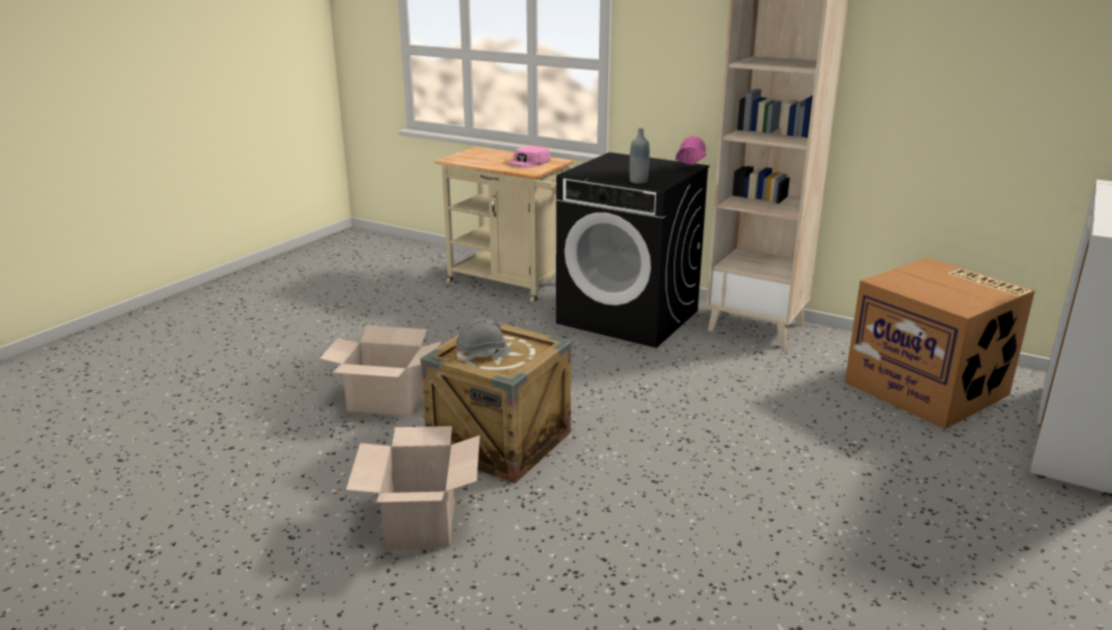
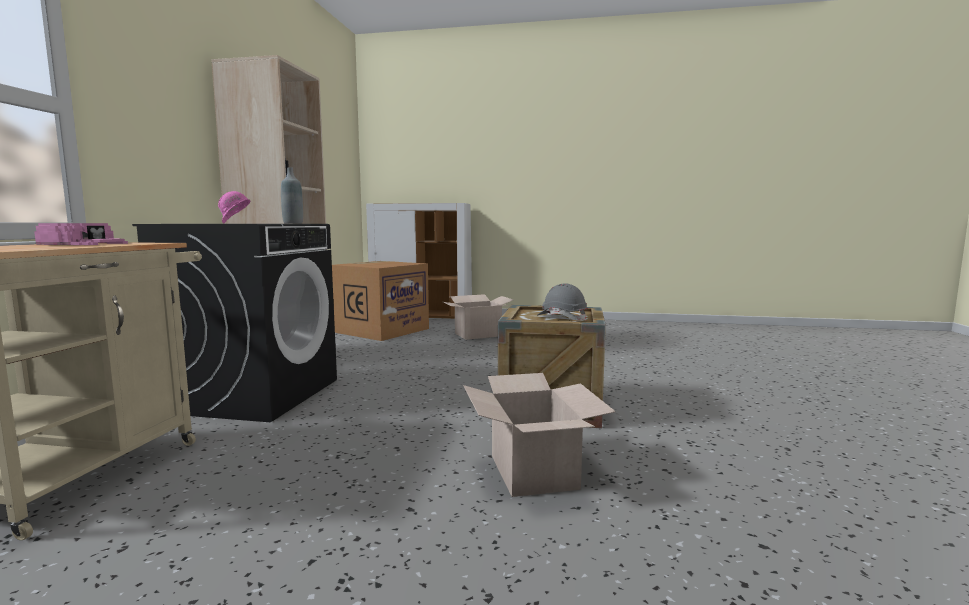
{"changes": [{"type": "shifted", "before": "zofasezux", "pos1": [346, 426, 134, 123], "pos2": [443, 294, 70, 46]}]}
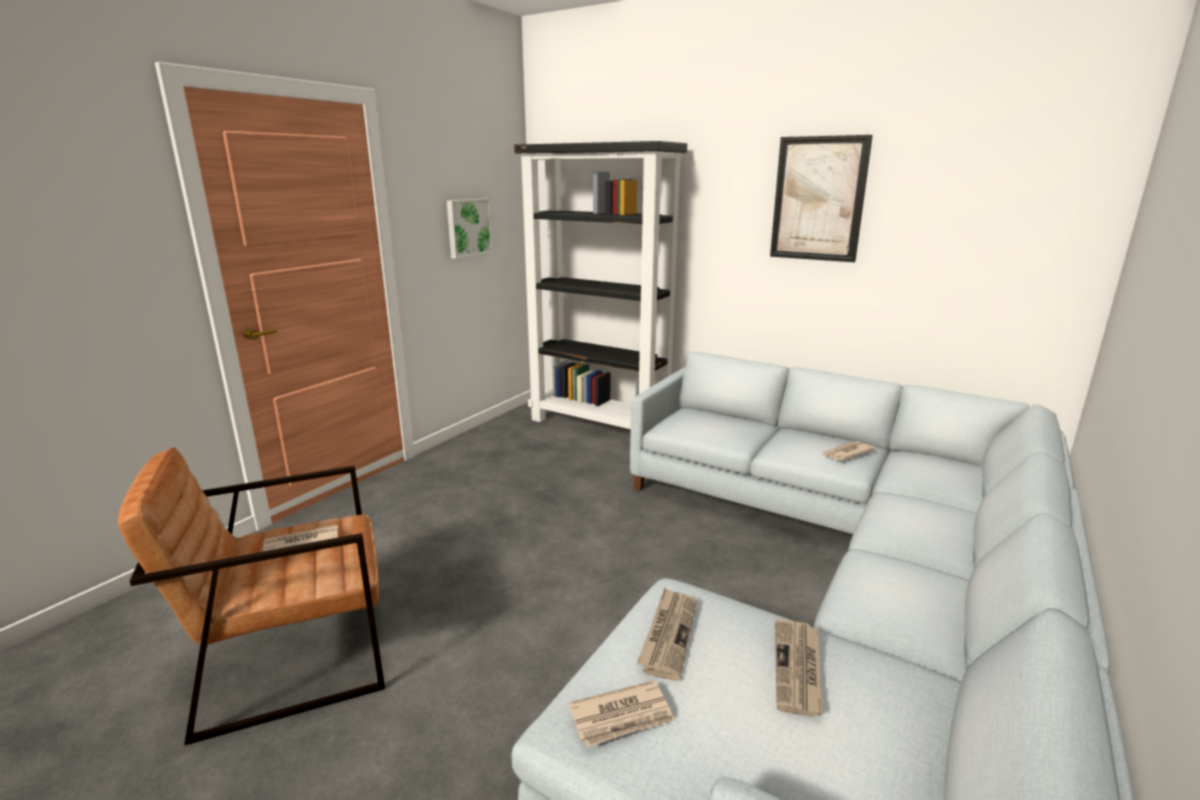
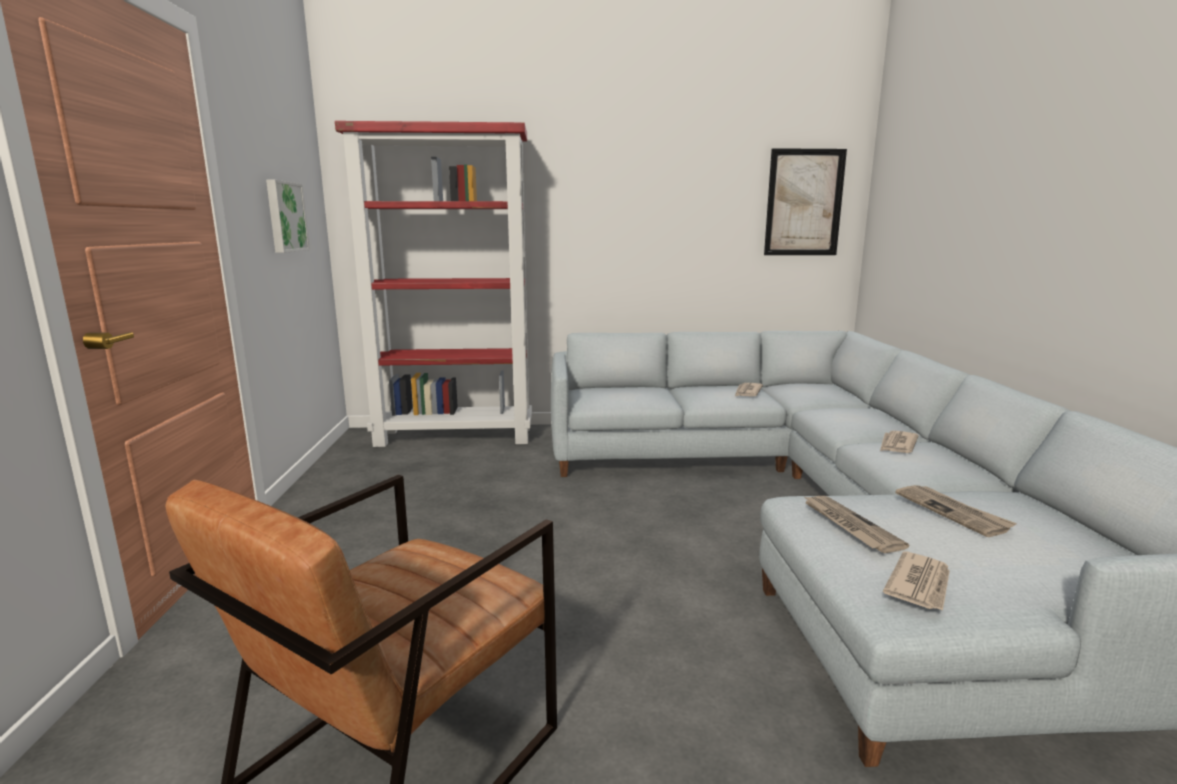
{"changes": [{"type": "shifted", "before": "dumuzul", "pos1": [263, 525, 75, 27], "pos2": [880, 431, 39, 22]}, {"type": "repainted", "before": "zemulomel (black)", "after": "zemulomel (red)", "pos1": [514, 141, 173, 288], "pos2": [335, 121, 197, 326]}, {"type": "shifted", "before": "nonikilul", "pos1": [770, 135, 103, 127], "pos2": [764, 148, 83, 107]}]}
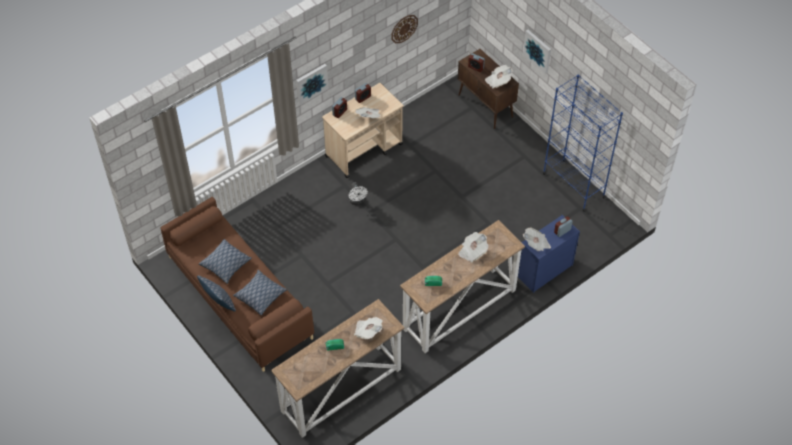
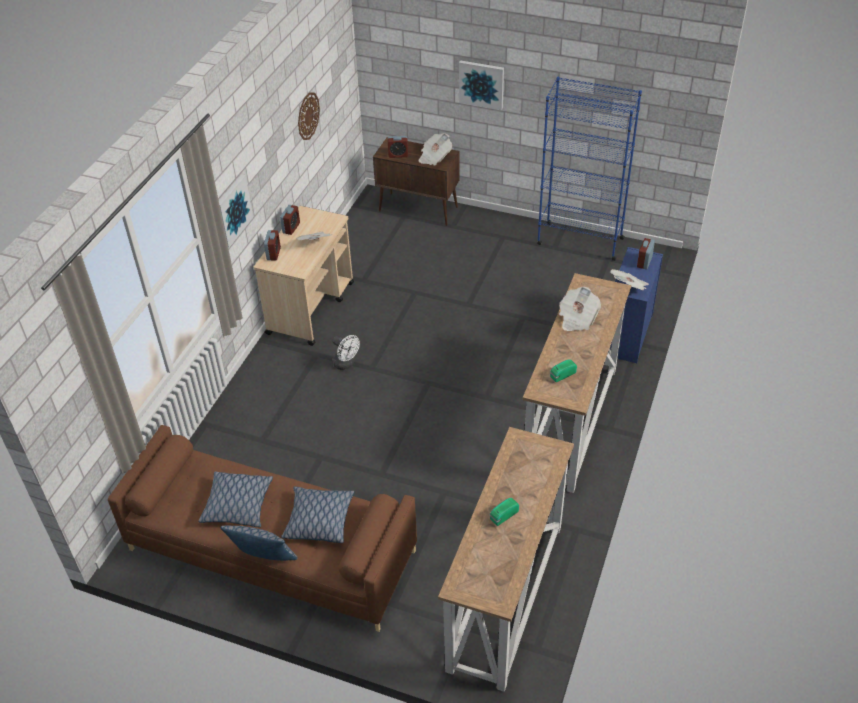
{"changes": [{"type": "gone", "before": "dumuzul", "pos1": [354, 317, 29, 22]}]}
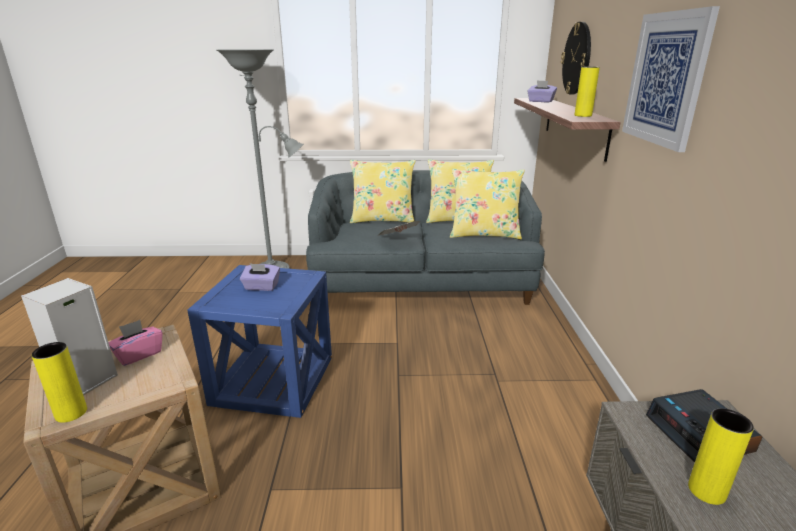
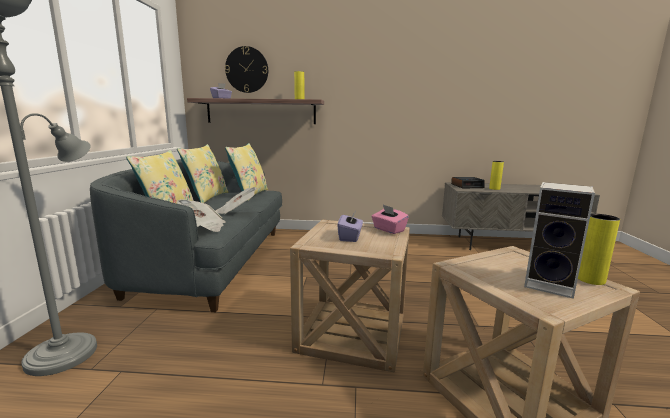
{"changes": [{"type": "shifted", "before": "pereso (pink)", "pos1": [108, 320, 54, 46], "pos2": [372, 205, 37, 29]}, {"type": "repainted", "before": "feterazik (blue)", "after": "feterazik (beige)", "pos1": [187, 265, 145, 153], "pos2": [290, 220, 120, 152]}, {"type": "gone", "before": "nonikilul", "pos1": [622, 6, 98, 146]}, {"type": "new", "after": "dumuzul", "pos2": [177, 199, 49, 33]}]}
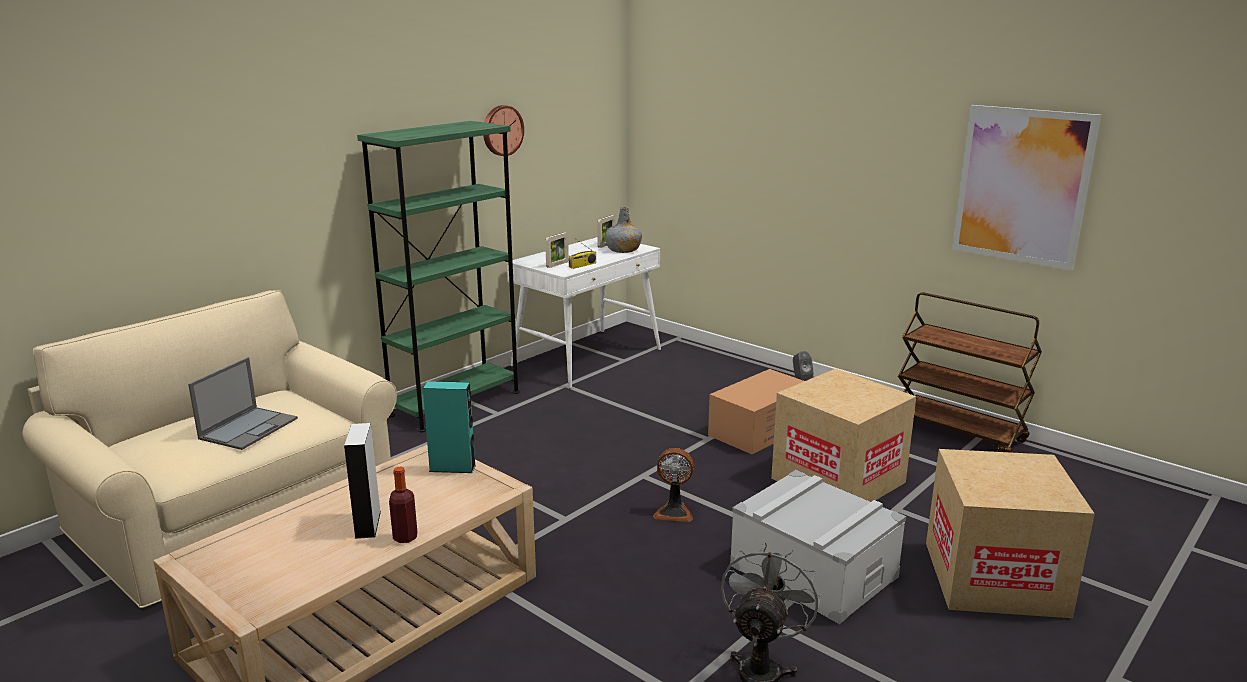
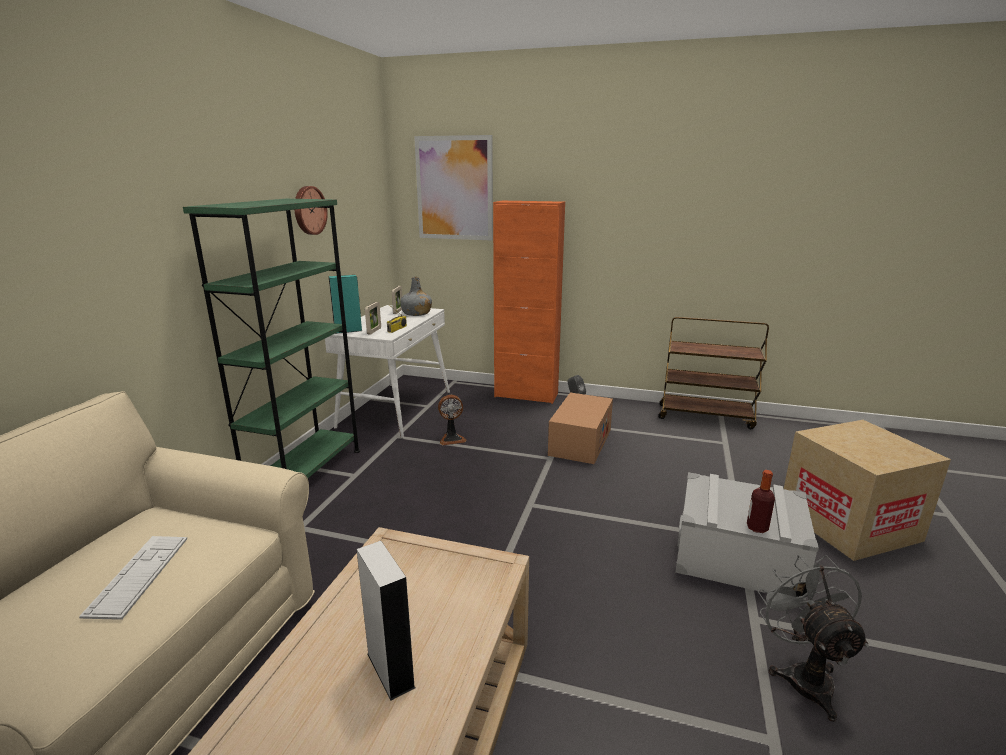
{"changes": [{"type": "swapped", "before": "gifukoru", "after": "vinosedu", "pos1": [188, 357, 110, 93], "pos2": [79, 536, 108, 84]}, {"type": "shifted", "before": "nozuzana", "pos1": [389, 467, 29, 76], "pos2": [747, 470, 28, 63]}, {"type": "shifted", "before": "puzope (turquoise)", "pos1": [423, 381, 53, 92], "pos2": [329, 275, 33, 59]}, {"type": "shifted", "before": "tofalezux", "pos1": [653, 448, 41, 74], "pos2": [438, 395, 29, 50]}, {"type": "gone", "before": "zofasezux", "pos1": [771, 369, 145, 133]}, {"type": "shifted", "before": "nonikilul", "pos1": [952, 105, 149, 166], "pos2": [414, 135, 79, 105]}, {"type": "new", "after": "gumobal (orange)", "pos2": [493, 200, 72, 204]}]}
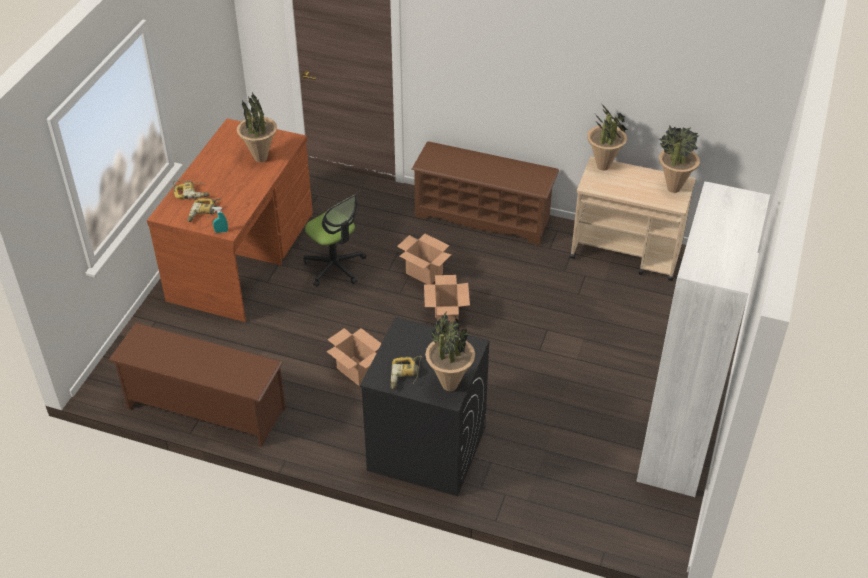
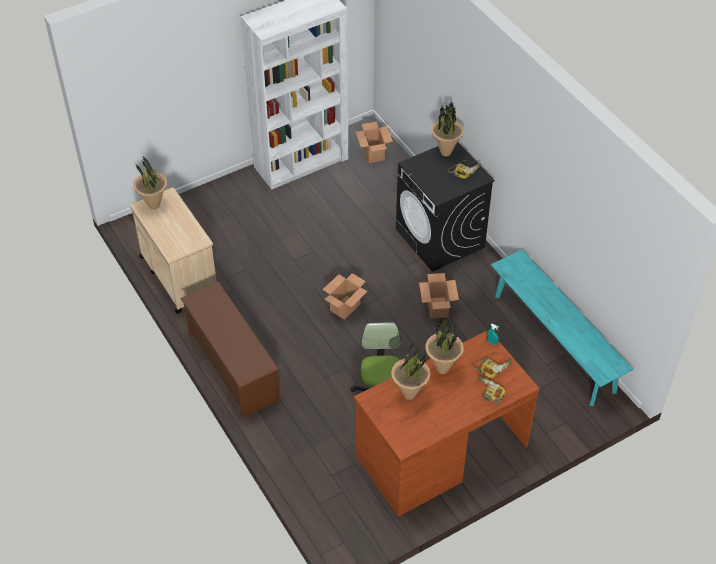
{"changes": [{"type": "swapped", "before": "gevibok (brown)", "after": "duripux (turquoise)", "pos1": [108, 323, 178, 124], "pos2": [491, 250, 142, 156]}, {"type": "shifted", "before": "zofasezux", "pos1": [397, 234, 54, 51], "pos2": [356, 122, 37, 41]}, {"type": "shifted", "before": "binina", "pos1": [587, 102, 41, 68], "pos2": [425, 316, 39, 58]}]}
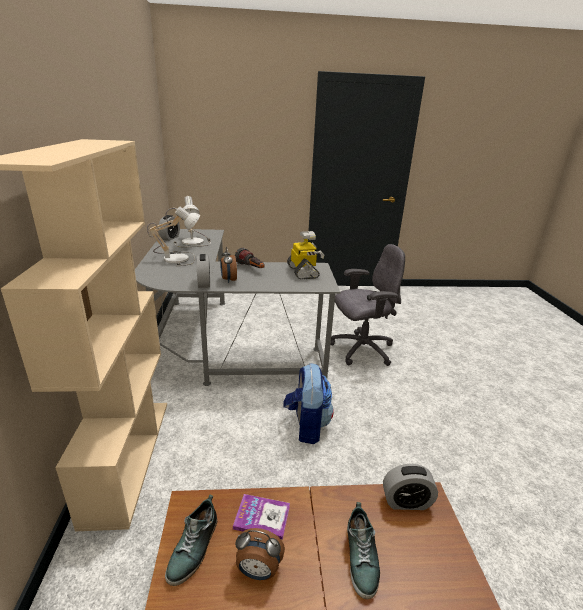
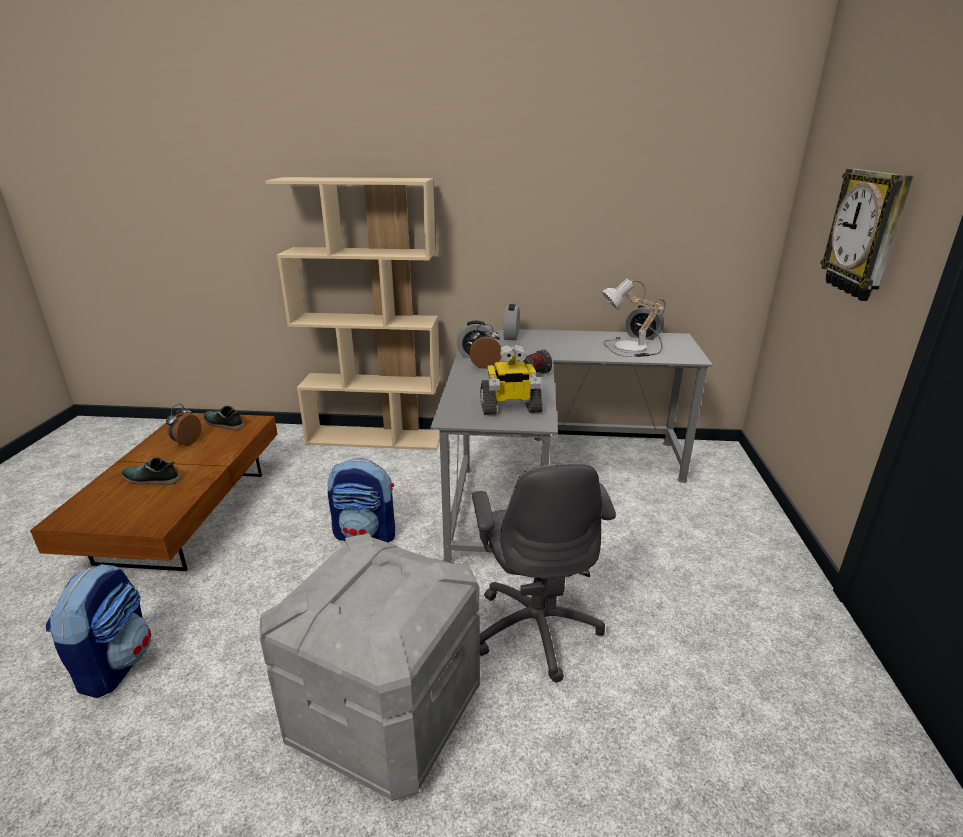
{"changes": [{"type": "gone", "before": "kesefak", "pos1": [147, 206, 53, 61]}, {"type": "gone", "before": "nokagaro", "pos1": [233, 494, 57, 46]}, {"type": "shifted", "before": "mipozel", "pos1": [383, 464, 55, 46], "pos2": [503, 304, 17, 36]}, {"type": "new", "after": "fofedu", "pos2": [46, 564, 105, 134]}, {"type": "new", "after": "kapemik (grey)", "pos2": [260, 533, 220, 268]}, {"type": "new", "after": "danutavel", "pos2": [820, 169, 93, 132]}]}
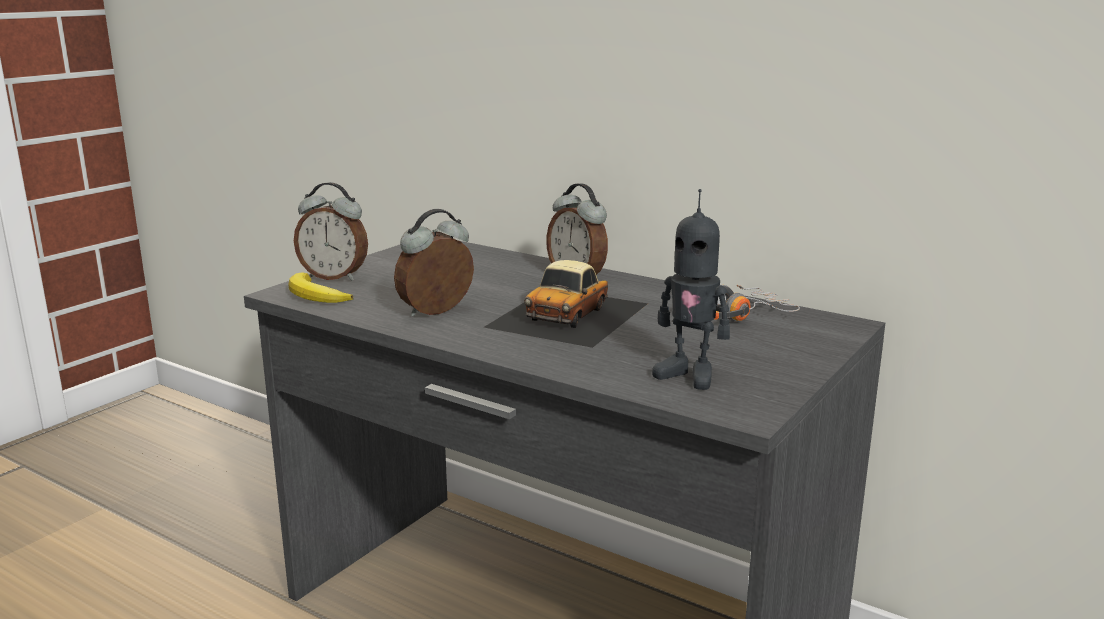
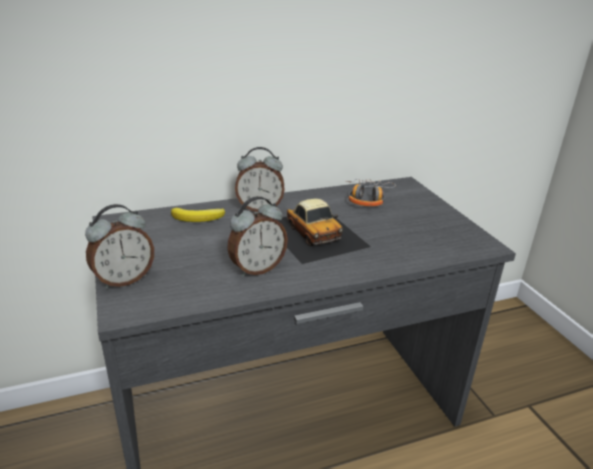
{"changes": [{"type": "shifted", "before": "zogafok", "pos1": [289, 272, 64, 31], "pos2": [171, 208, 54, 14]}, {"type": "rotated", "before": "mipozel", "pos1": [394, 209, 80, 108], "pos2": [227, 196, 61, 81], "turn": -120}, {"type": "gone", "before": "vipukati", "pos1": [652, 189, 78, 201]}]}
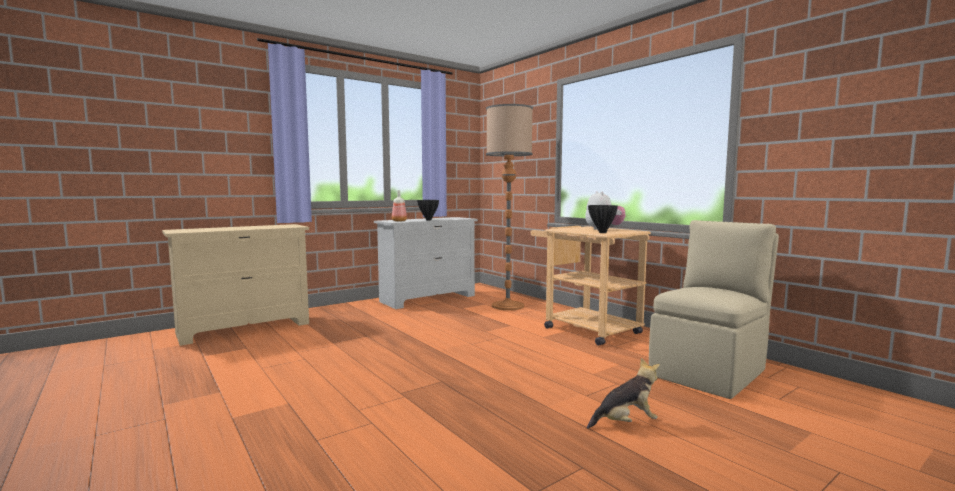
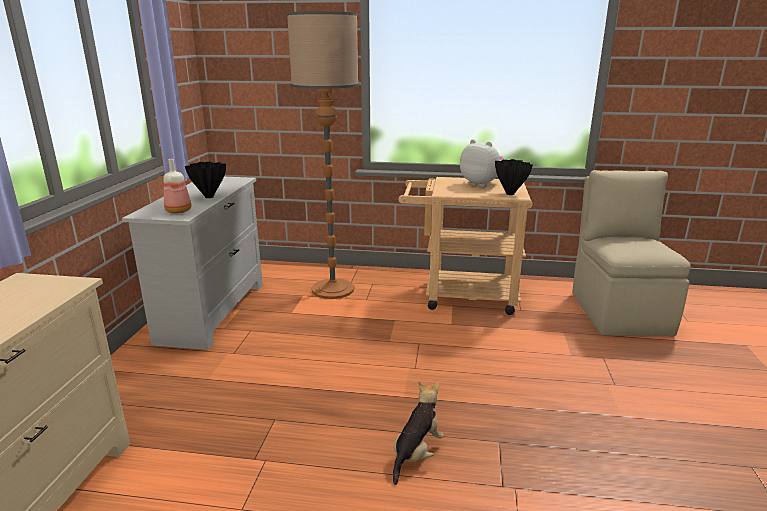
{"changes": [{"type": "shifted", "before": "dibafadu", "pos1": [587, 358, 73, 71], "pos2": [393, 382, 51, 103]}]}
